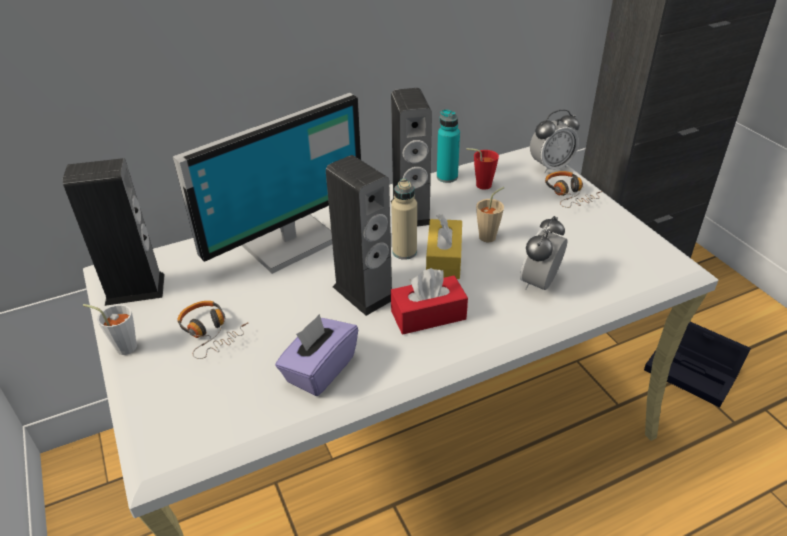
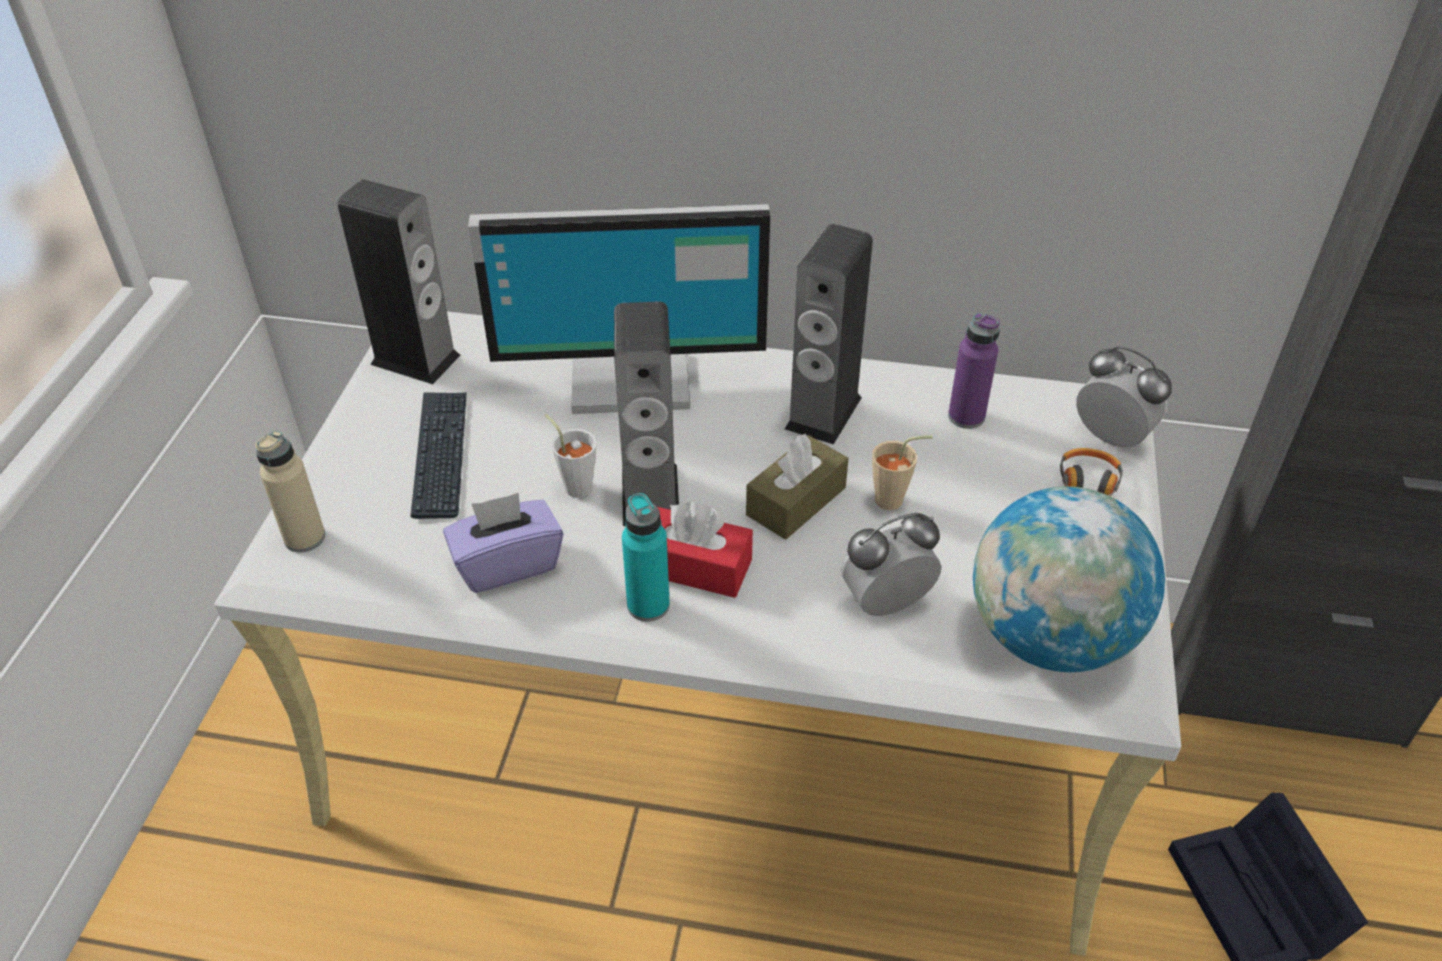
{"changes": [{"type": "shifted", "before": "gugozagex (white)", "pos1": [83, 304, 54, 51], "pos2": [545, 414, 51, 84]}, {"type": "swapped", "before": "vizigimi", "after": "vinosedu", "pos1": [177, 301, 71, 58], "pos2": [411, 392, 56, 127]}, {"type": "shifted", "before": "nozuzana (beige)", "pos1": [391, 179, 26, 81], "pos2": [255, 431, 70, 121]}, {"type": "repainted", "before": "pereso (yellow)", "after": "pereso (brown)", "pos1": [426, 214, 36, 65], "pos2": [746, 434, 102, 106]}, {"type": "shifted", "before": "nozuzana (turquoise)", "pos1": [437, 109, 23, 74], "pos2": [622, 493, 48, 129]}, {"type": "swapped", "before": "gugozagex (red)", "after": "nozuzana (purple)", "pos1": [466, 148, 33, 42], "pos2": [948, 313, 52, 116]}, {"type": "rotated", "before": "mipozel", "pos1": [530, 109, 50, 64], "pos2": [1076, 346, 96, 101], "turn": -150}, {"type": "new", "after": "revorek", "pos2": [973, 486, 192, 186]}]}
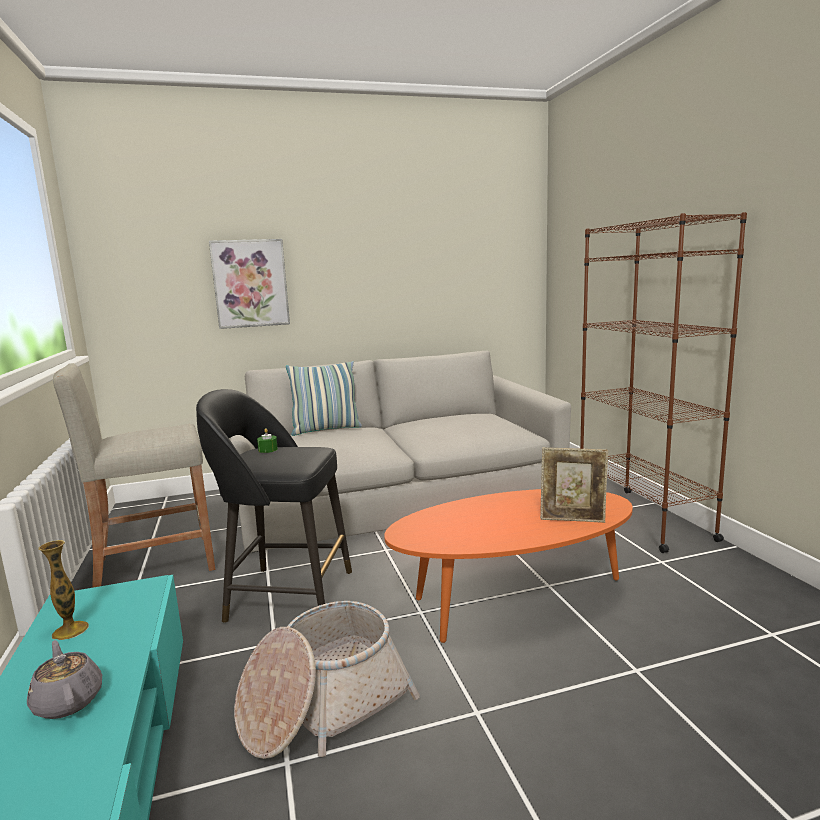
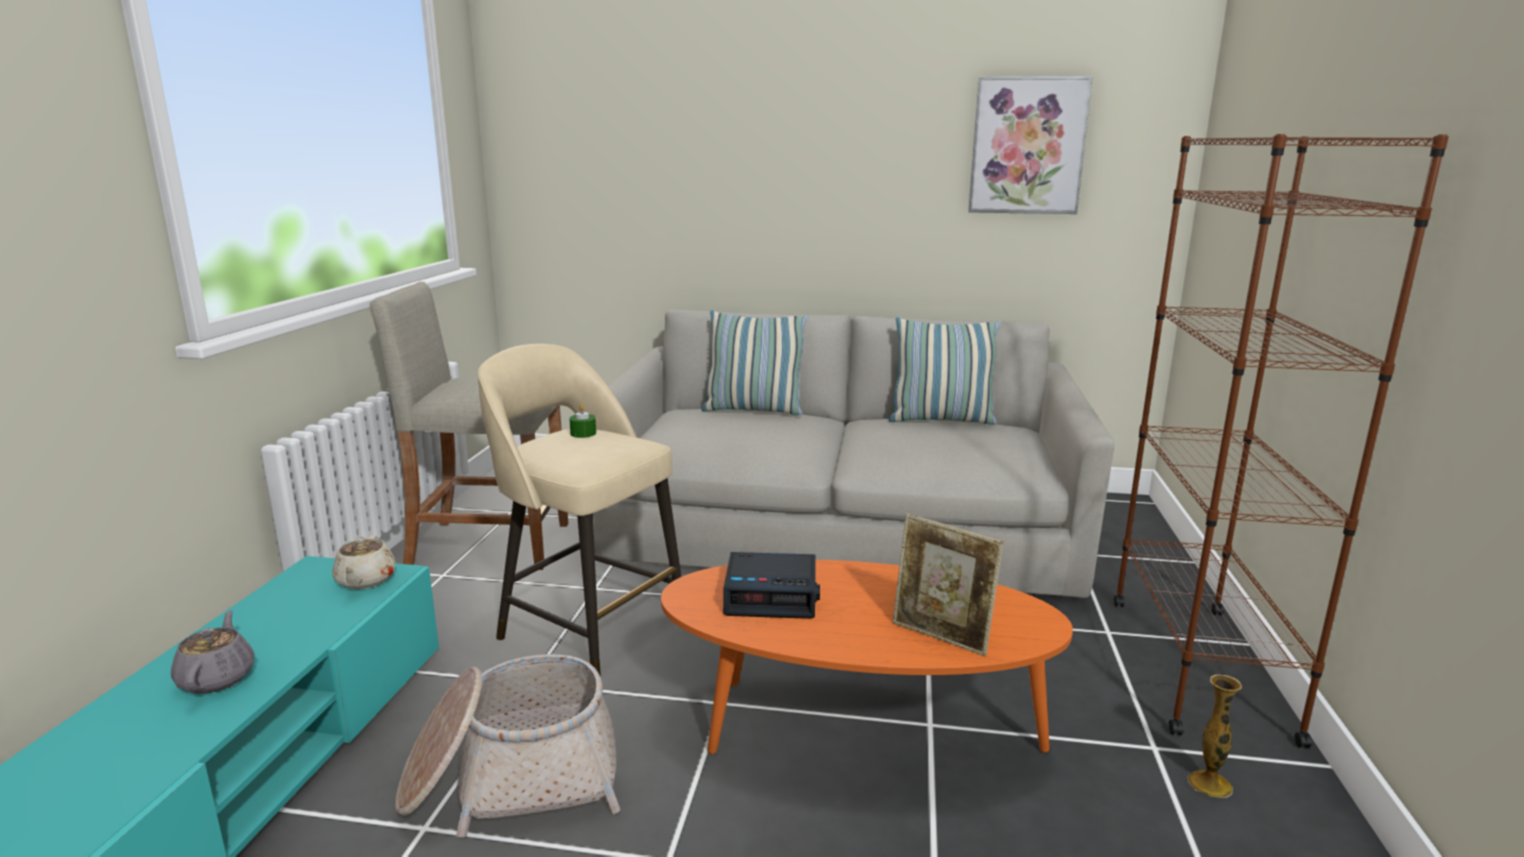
{"changes": [{"type": "shifted", "before": "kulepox", "pos1": [38, 540, 51, 100], "pos2": [1188, 675, 54, 123]}, {"type": "repainted", "before": "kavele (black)", "after": "kavele (beige)", "pos1": [196, 389, 156, 234], "pos2": [477, 344, 204, 333]}, {"type": "shifted", "before": "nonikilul", "pos1": [209, 239, 81, 90], "pos2": [968, 76, 125, 138]}, {"type": "new", "after": "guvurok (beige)", "pos2": [332, 535, 63, 54]}, {"type": "new", "after": "mipozel", "pos2": [723, 552, 97, 67]}, {"type": "new", "after": "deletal", "pos2": [889, 317, 112, 108]}]}
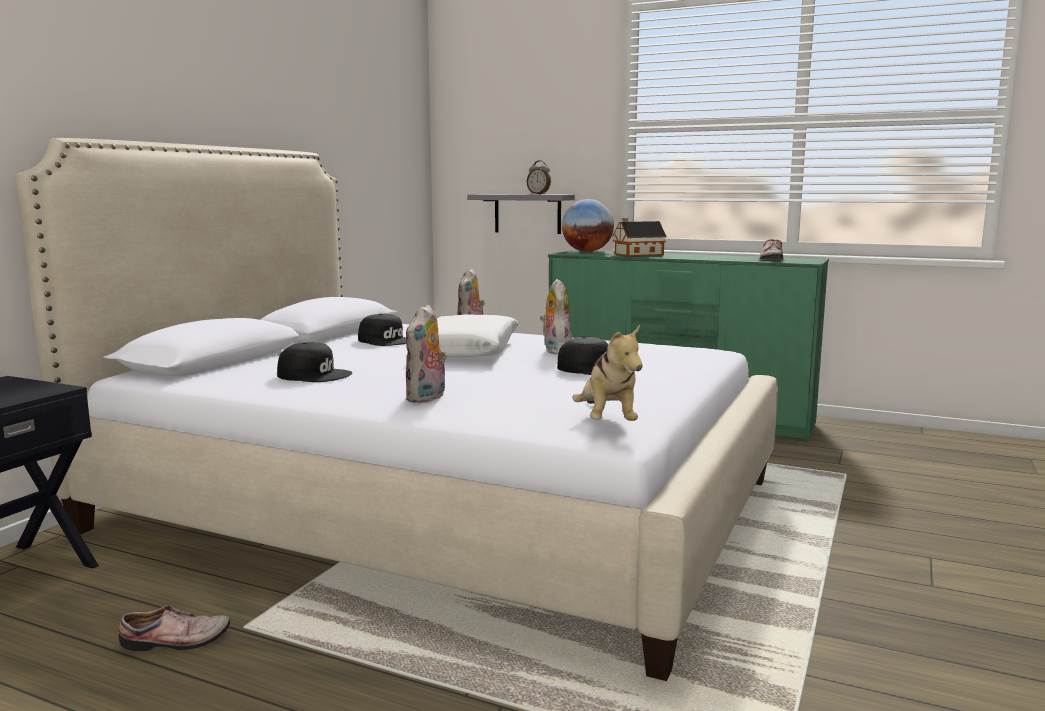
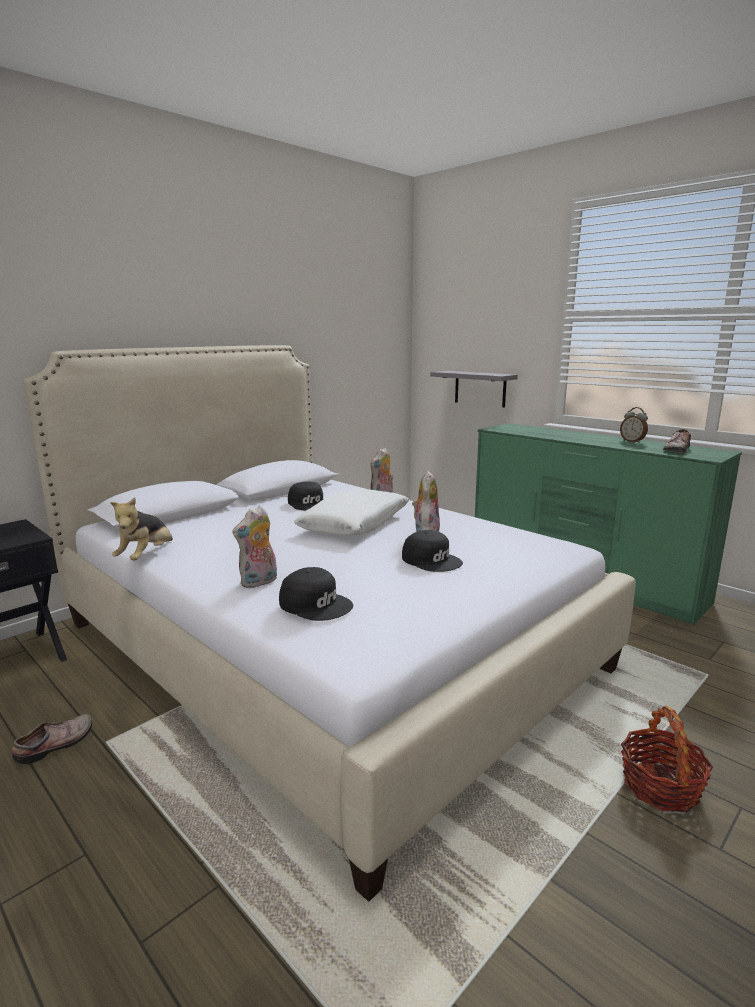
{"changes": [{"type": "rotated", "before": "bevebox", "pos1": [119, 605, 111, 47], "pos2": [12, 714, 80, 50], "turn": -60}, {"type": "shifted", "before": "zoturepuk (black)", "pos1": [277, 342, 75, 40], "pos2": [279, 567, 74, 54]}, {"type": "shifted", "before": "mipozel", "pos1": [527, 160, 24, 34], "pos2": [620, 407, 28, 36]}, {"type": "gone", "before": "revorek", "pos1": [562, 199, 52, 53]}, {"type": "shifted", "before": "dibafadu", "pos1": [572, 325, 71, 96], "pos2": [110, 497, 63, 63]}, {"type": "gone", "before": "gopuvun", "pos1": [613, 218, 54, 38]}, {"type": "new", "after": "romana", "pos2": [621, 706, 92, 106]}]}
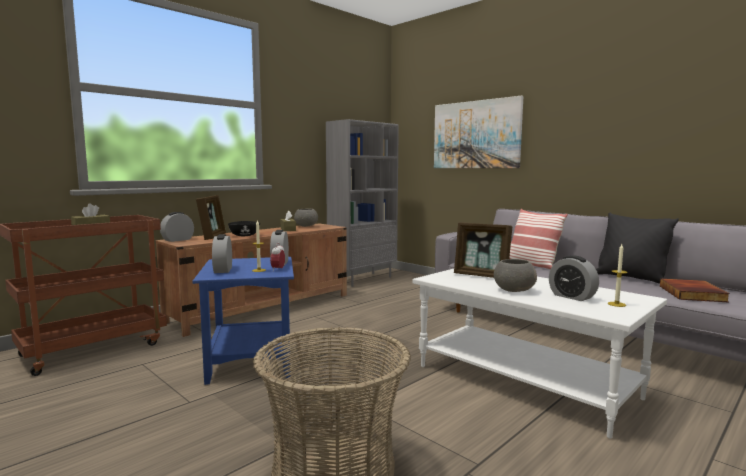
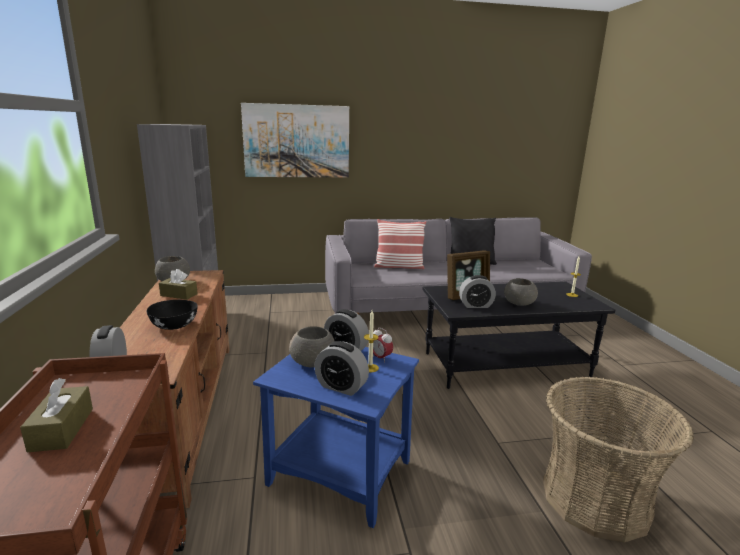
{"changes": [{"type": "gone", "before": "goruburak", "pos1": [196, 195, 30, 45]}, {"type": "repainted", "before": "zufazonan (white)", "after": "zufazonan (black)", "pos1": [412, 269, 255, 170], "pos2": [422, 282, 193, 107]}, {"type": "shifted", "before": "mipozel", "pos1": [549, 255, 50, 46], "pos2": [459, 275, 37, 33]}, {"type": "gone", "before": "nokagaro", "pos1": [660, 279, 70, 23]}, {"type": "new", "after": "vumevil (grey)", "pos2": [289, 327, 45, 40]}]}
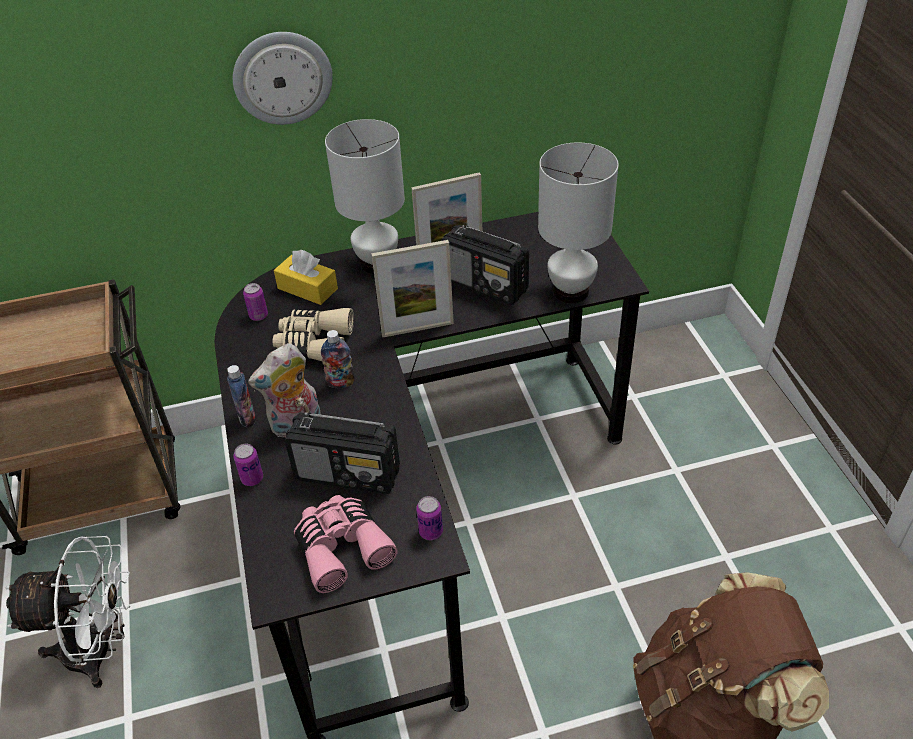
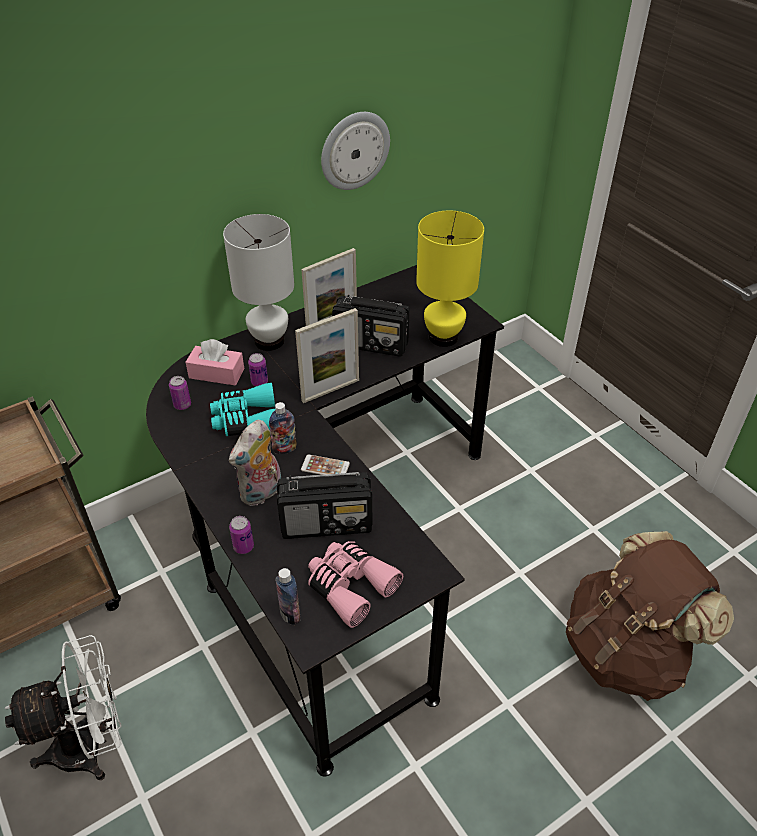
{"changes": [{"type": "shifted", "before": "nozuzana", "pos1": [227, 365, 29, 62], "pos2": [275, 568, 26, 57]}, {"type": "shifted", "before": "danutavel", "pos1": [233, 32, 100, 93], "pos2": [321, 112, 69, 78]}, {"type": "repainted", "before": "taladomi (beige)", "after": "taladomi (turquoise)", "pos1": [273, 308, 81, 53], "pos2": [210, 383, 65, 53]}, {"type": "repainted", "before": "pereso (yellow)", "after": "pereso (pink)", "pos1": [274, 250, 64, 55], "pos2": [185, 339, 59, 47]}, {"type": "shifted", "before": "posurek", "pos1": [416, 496, 27, 44], "pos2": [248, 353, 20, 33]}, {"type": "repainted", "before": "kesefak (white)", "after": "kesefak (yellow)", "pos1": [538, 143, 81, 160], "pos2": [416, 211, 68, 136]}, {"type": "new", "after": "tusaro", "pos2": [301, 455, 49, 20]}]}
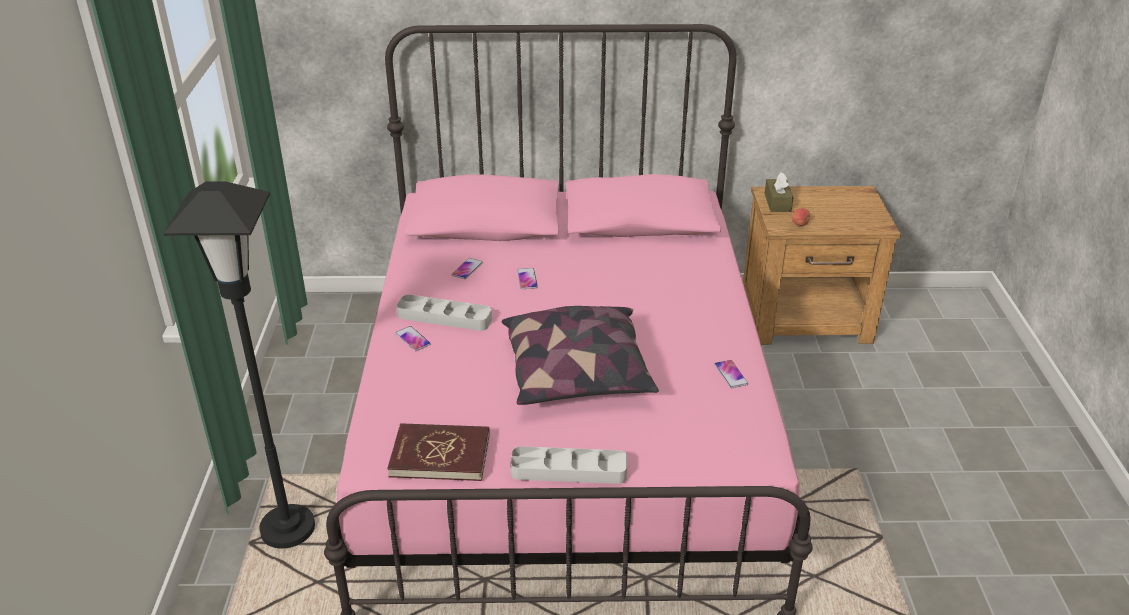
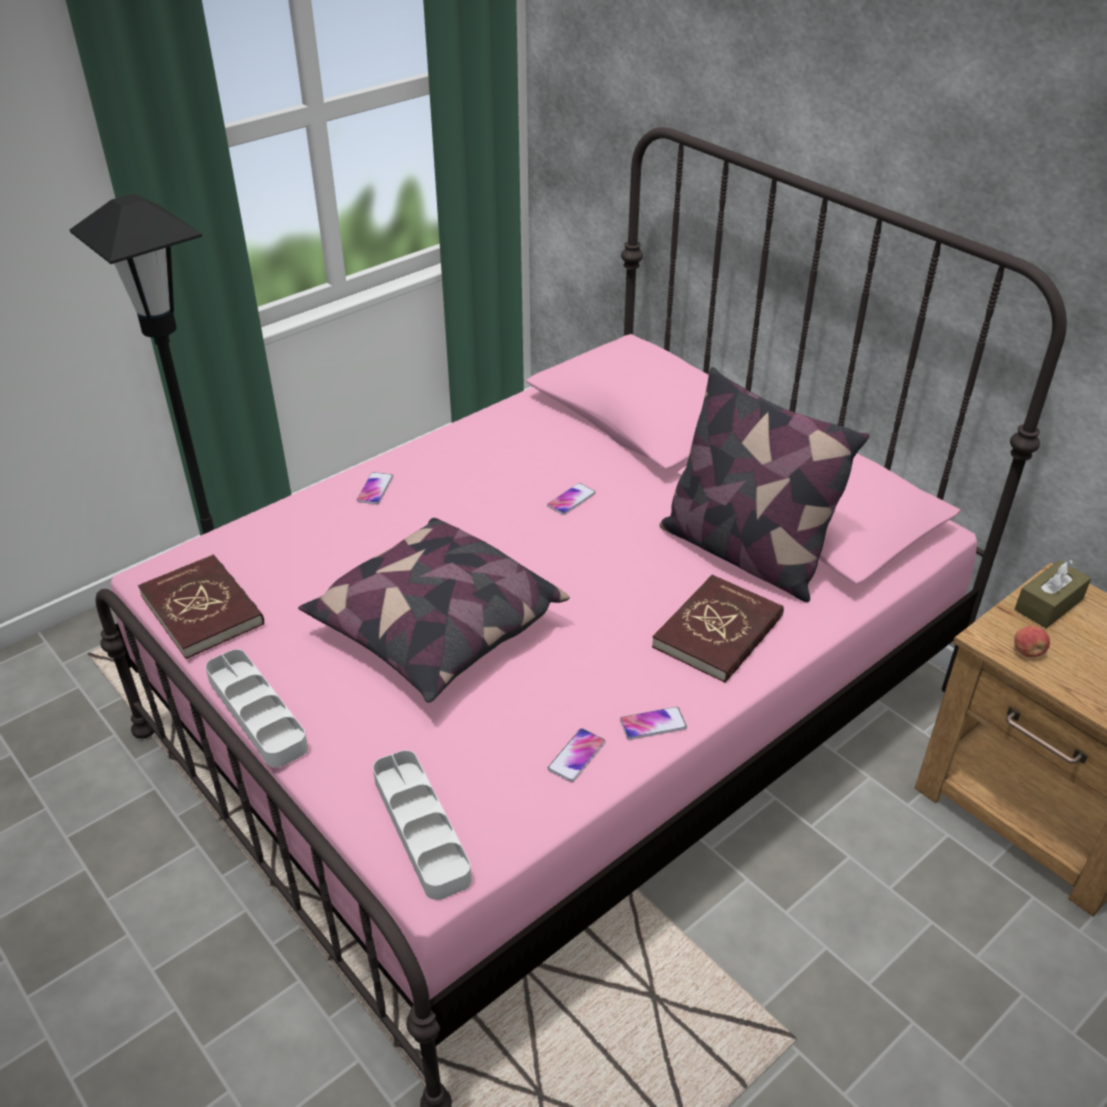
{"changes": [{"type": "shifted", "before": "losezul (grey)", "pos1": [396, 294, 96, 37], "pos2": [373, 750, 99, 150]}, {"type": "shifted", "before": "tusaro", "pos1": [451, 258, 32, 21], "pos2": [620, 707, 67, 33]}, {"type": "new", "after": "nokagaro (red)", "pos2": [652, 575, 132, 108]}, {"type": "new", "after": "deletal", "pos2": [659, 367, 210, 235]}]}
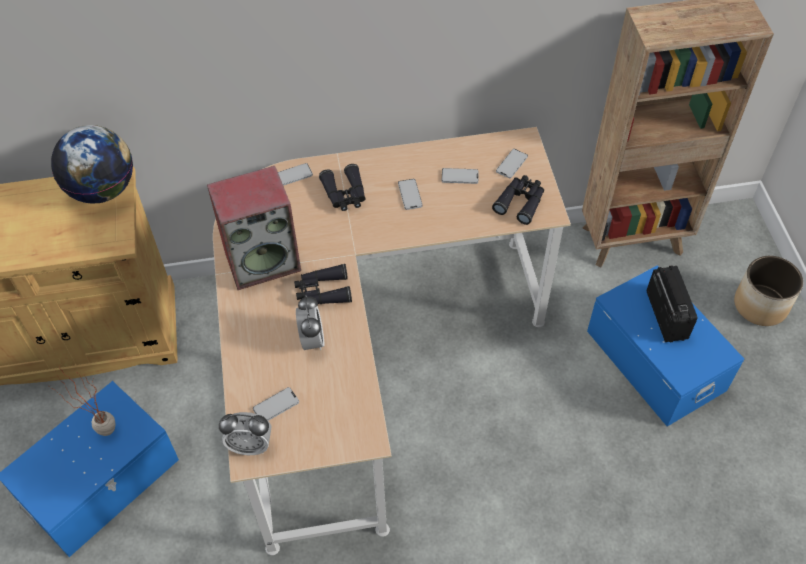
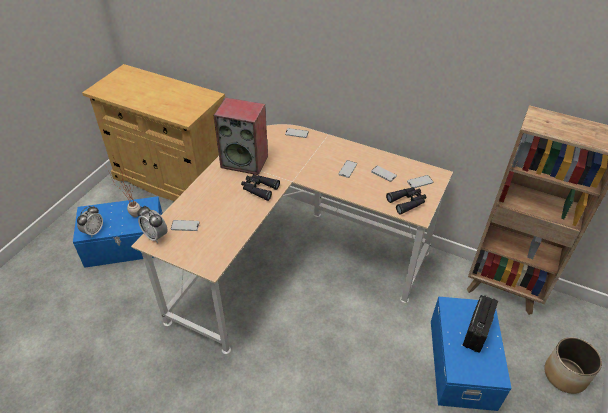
{"changes": [{"type": "gone", "before": "revorek", "pos1": [51, 125, 82, 78]}, {"type": "shifted", "before": "mipozel", "pos1": [296, 295, 28, 55], "pos2": [77, 206, 26, 31]}, {"type": "gone", "before": "taladomi (black)", "pos1": [319, 164, 47, 47]}]}
